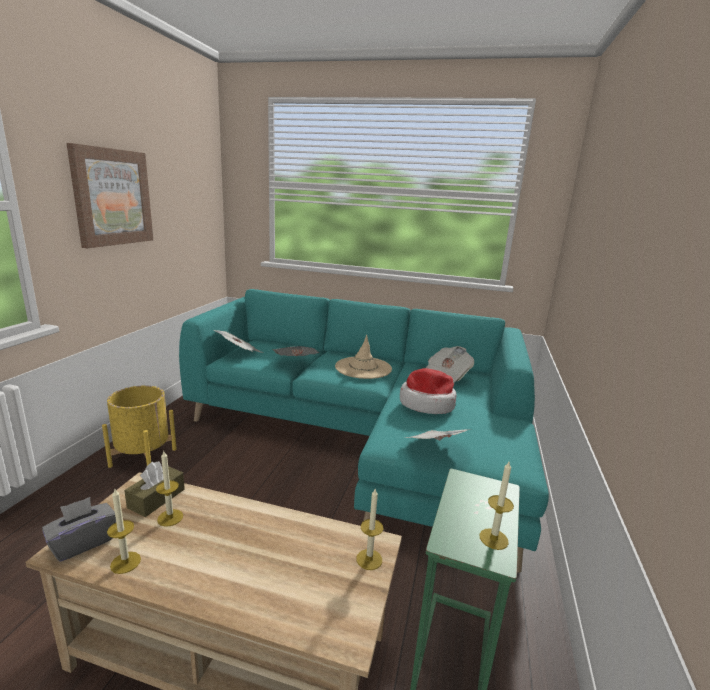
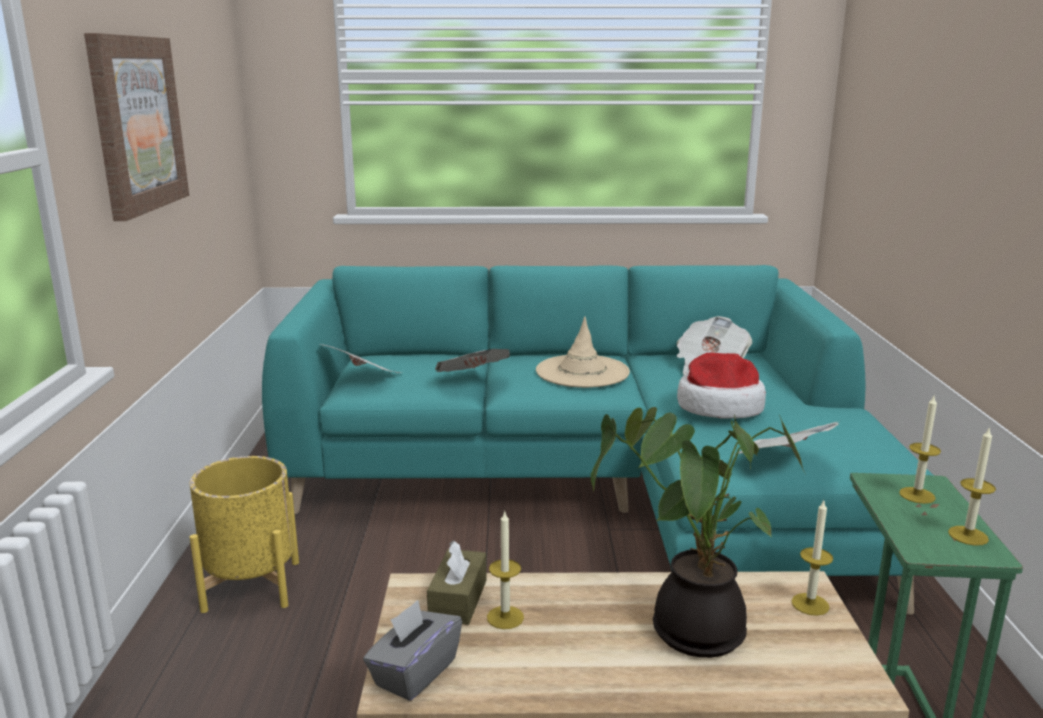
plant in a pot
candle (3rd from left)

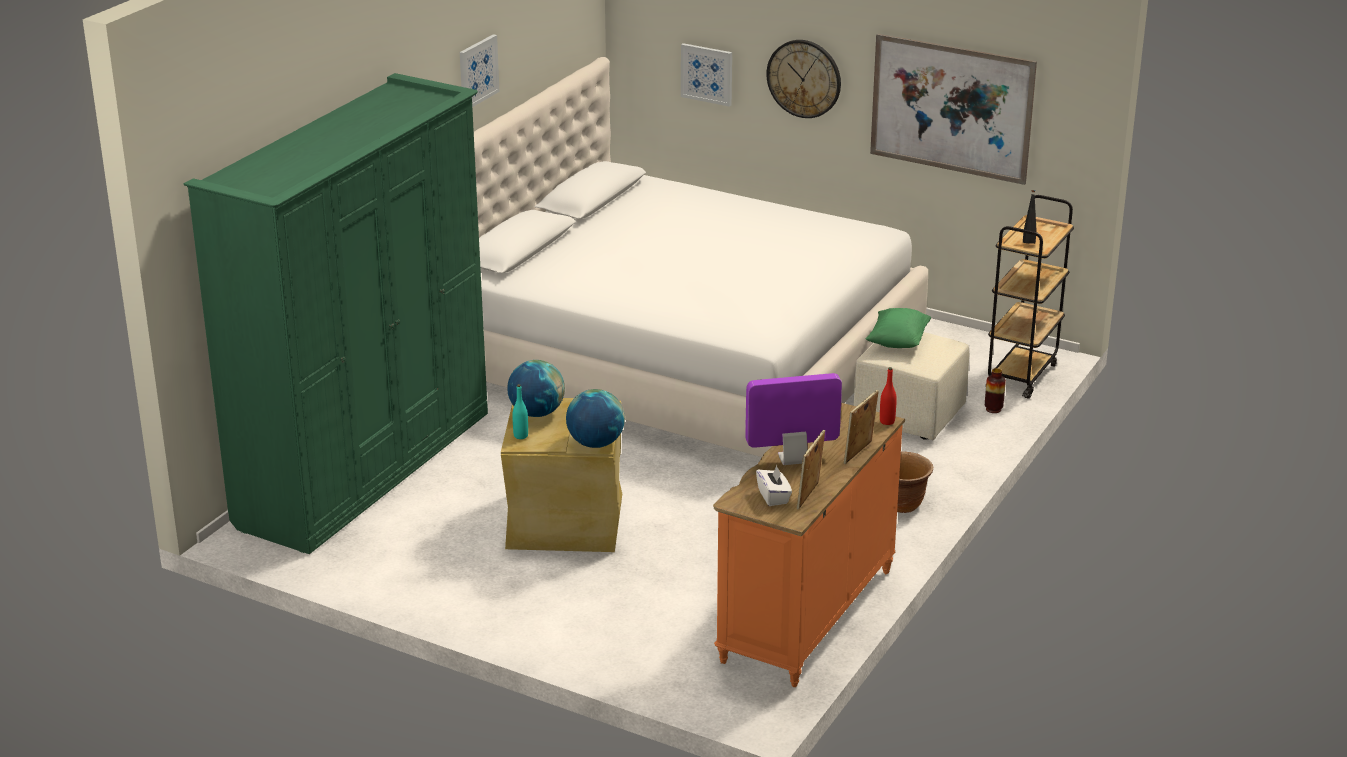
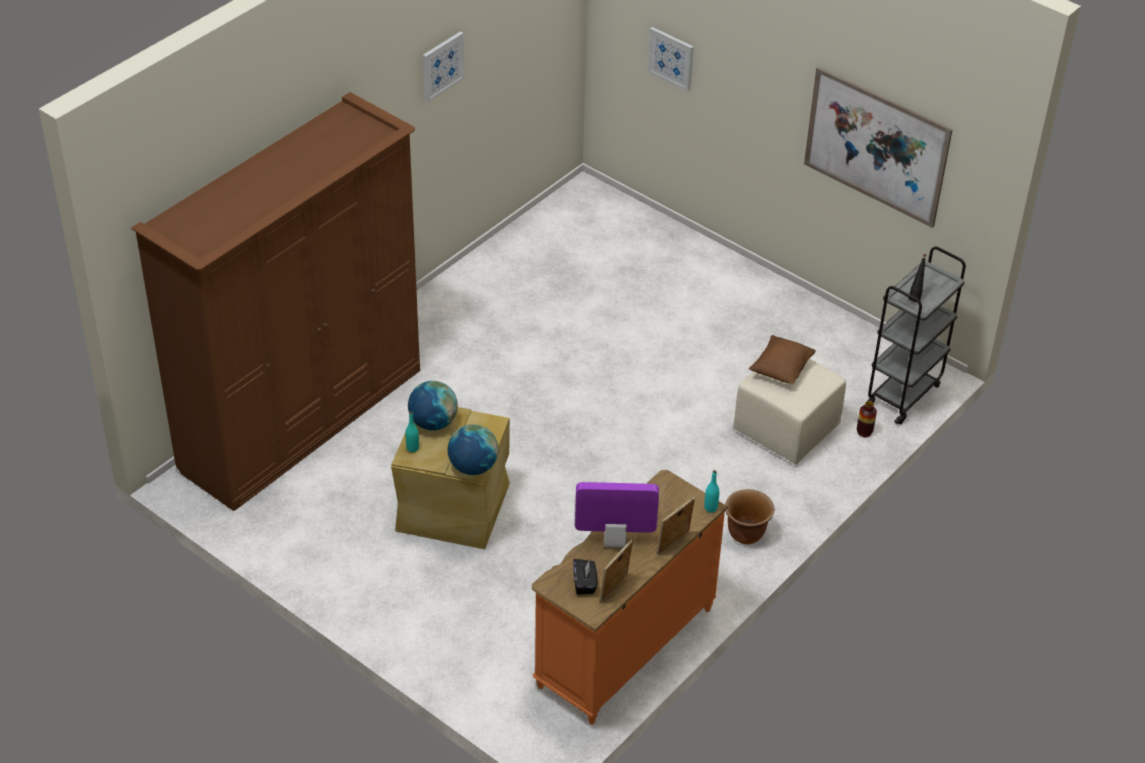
clothes cupboard in brown
tissue holder in blackish
drink bottle in turquoise (2nd from left)
pillow in brown
trolley in greyish
bedroom bed in whitish
wall clock

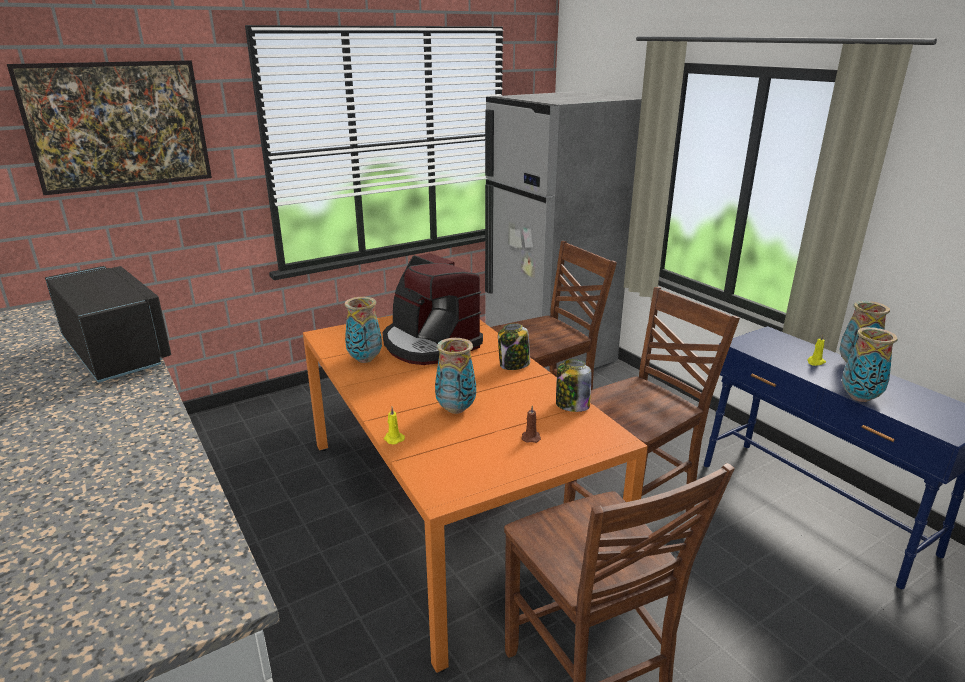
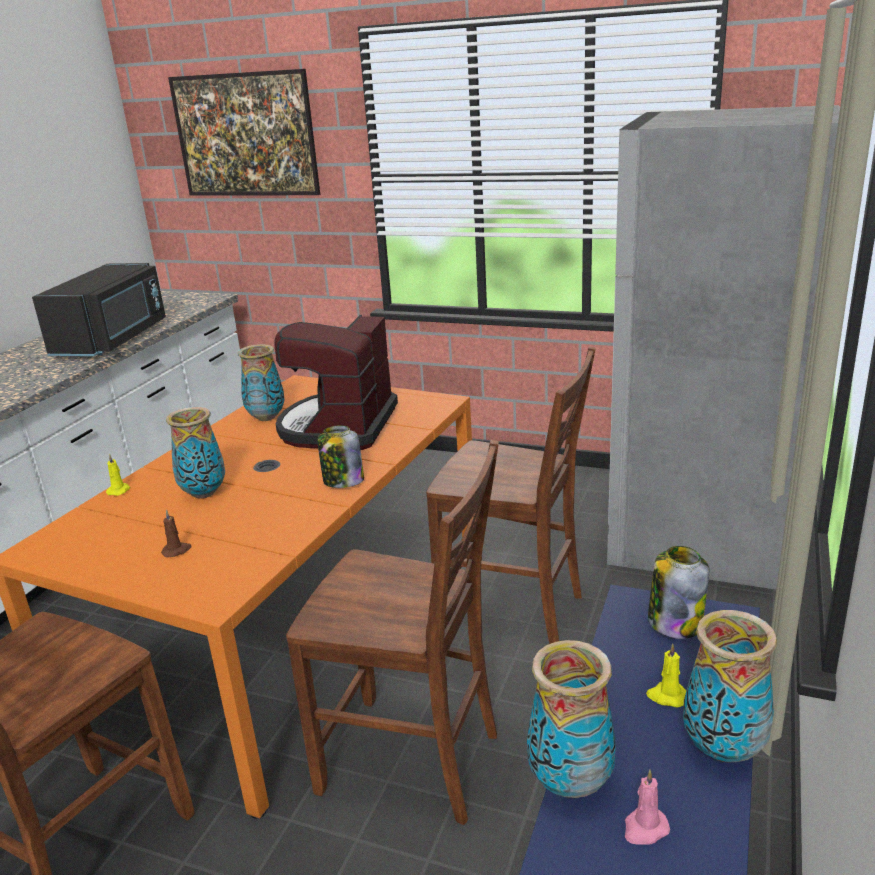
candle in pink
preserve jar (2nd from left)

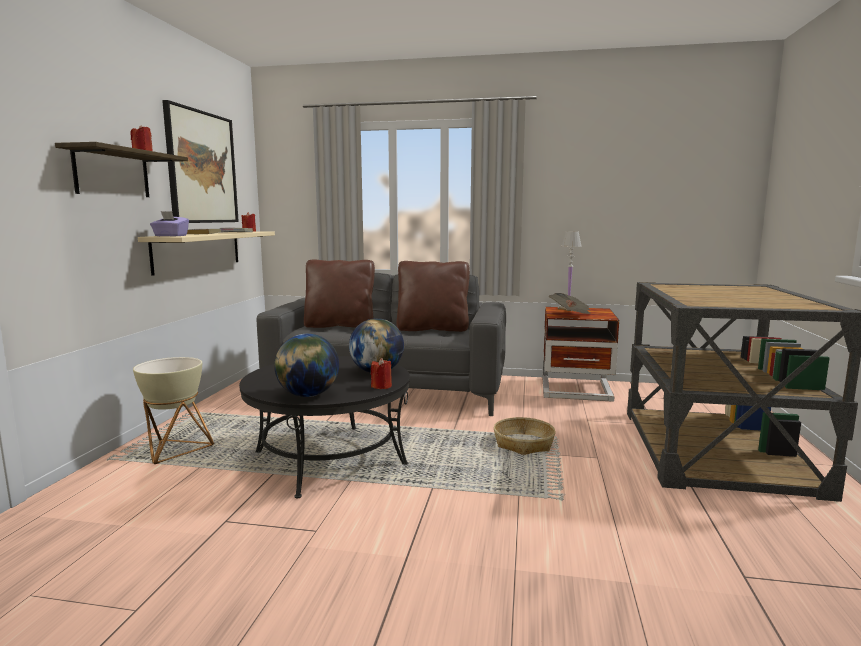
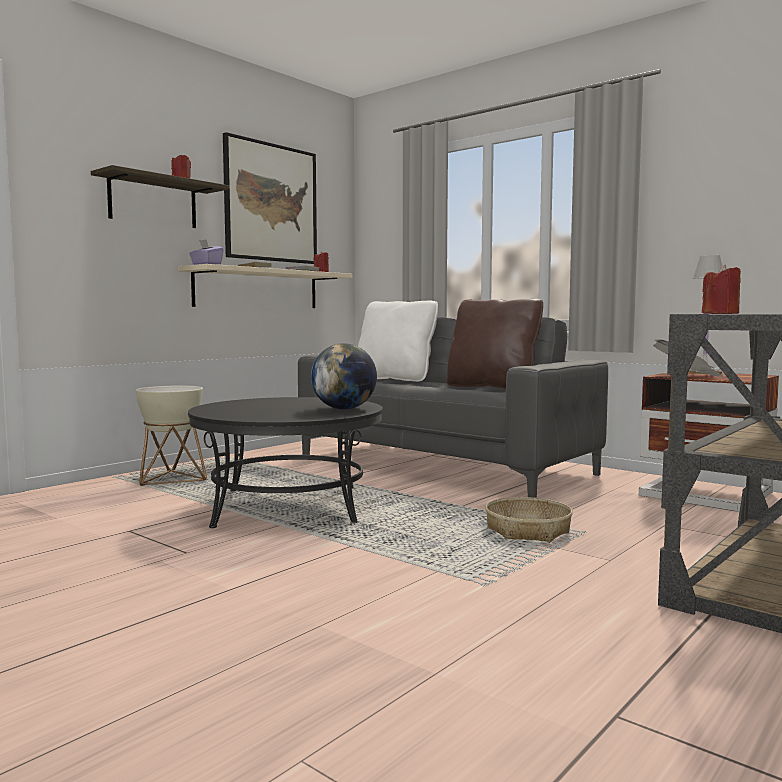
pillow in whitish
candle in red-coloured (3rd from left)
desk globe (1st from left in the first image)

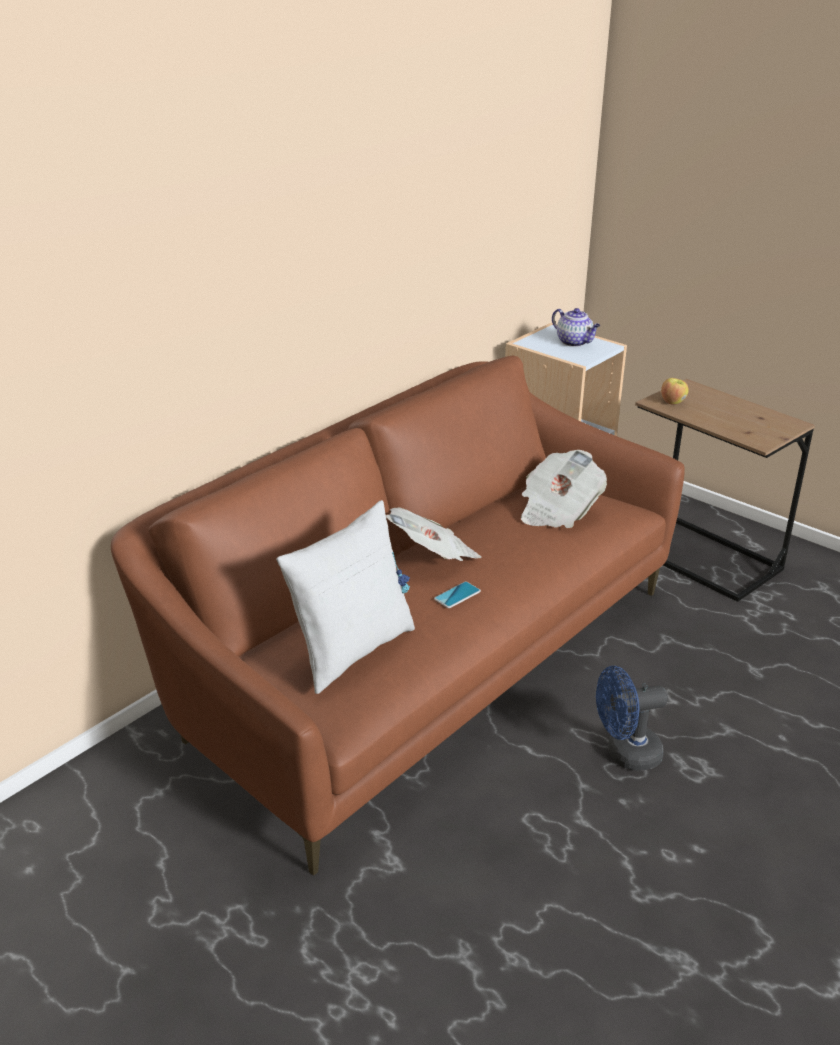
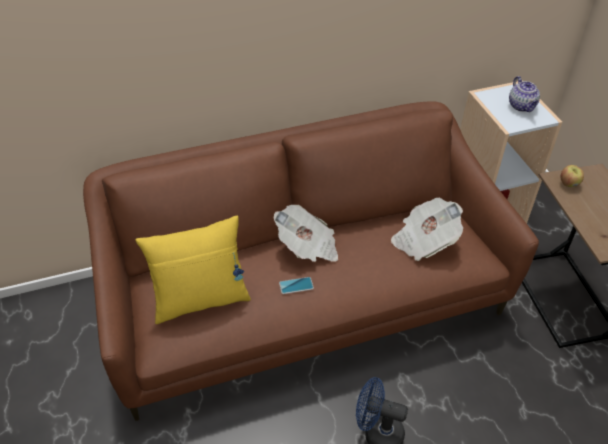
pillow in yellow

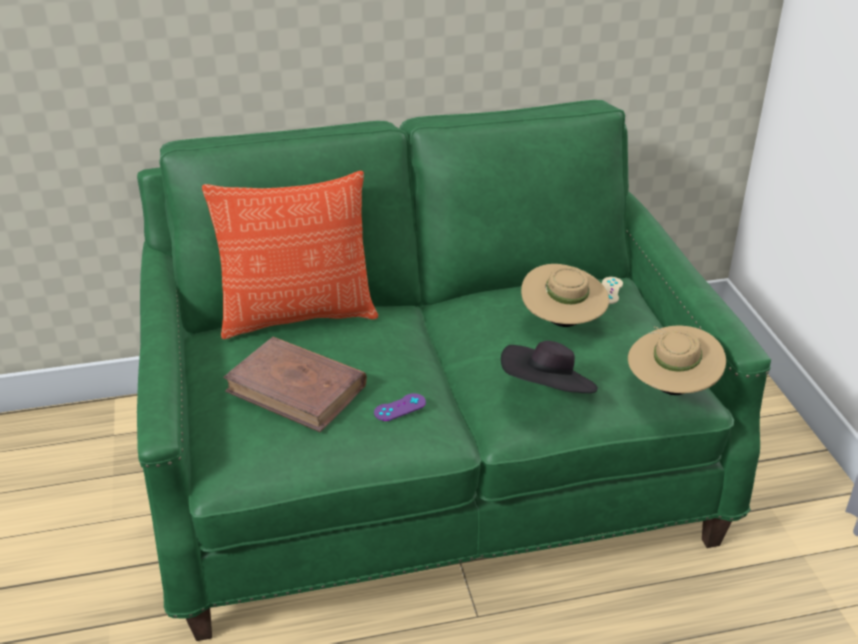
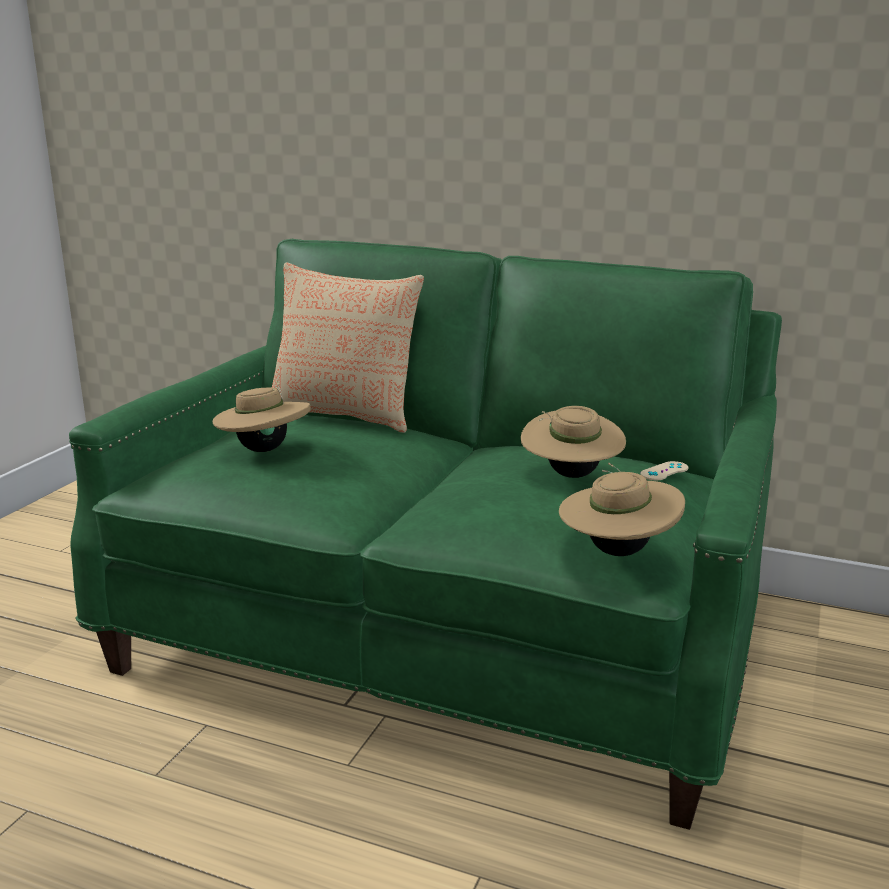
hat in beige-coloured (1st from left)
pillow in beige-coloured
joypad in purplish
hat in blackish

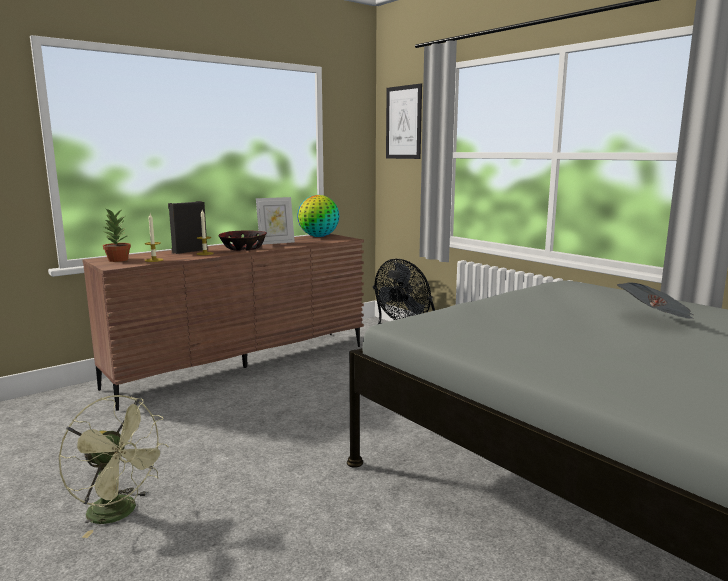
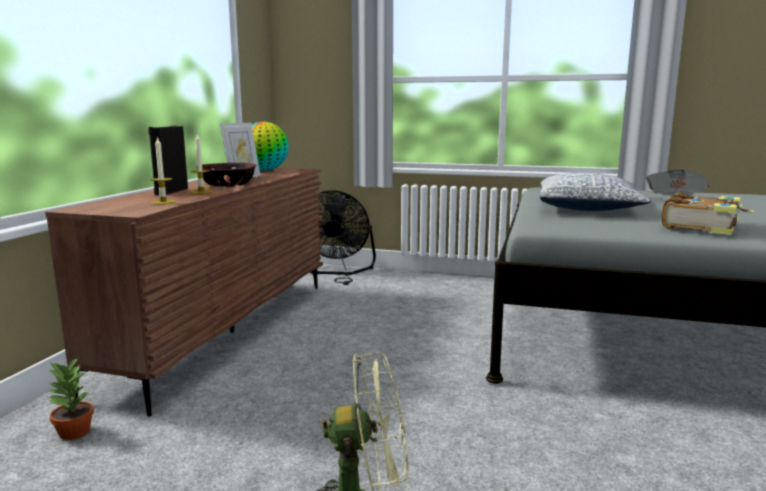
plant in a pot
pillow
volume
picture

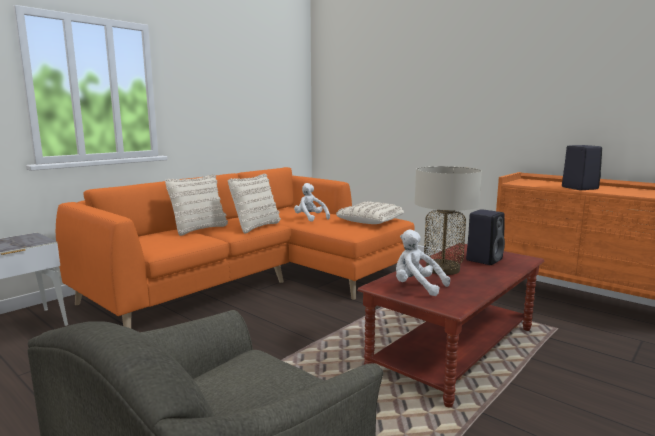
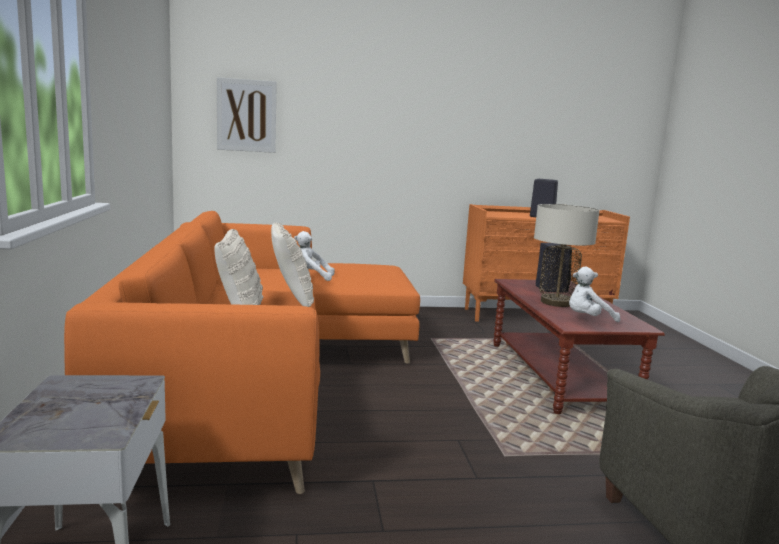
picture
pillow in beige-coloured (3rd from left in the first image)

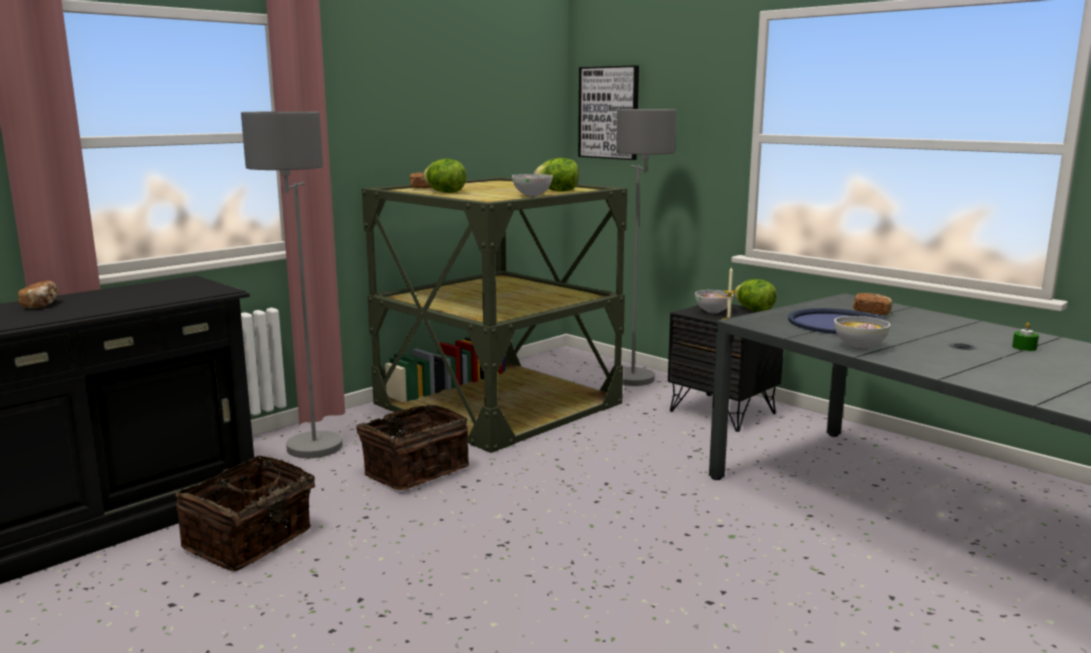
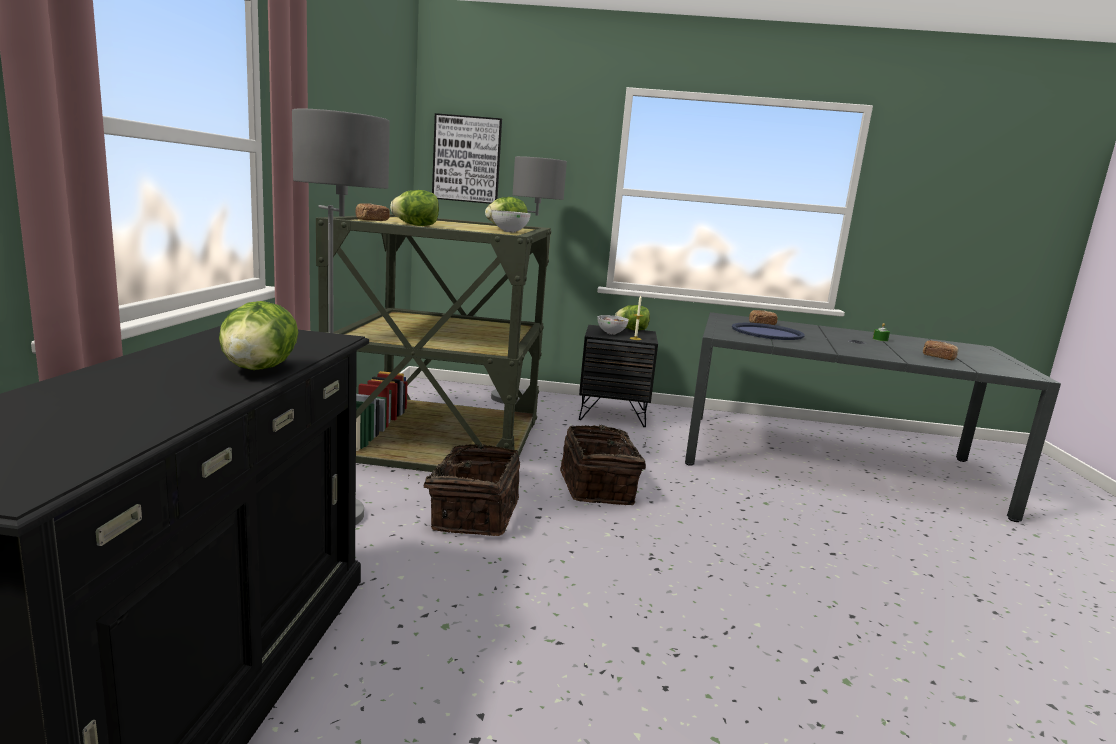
lettuce (1st from left)
basket (2nd from left)
bread (3rd from left)
bowl (3rd from left in the first image)

